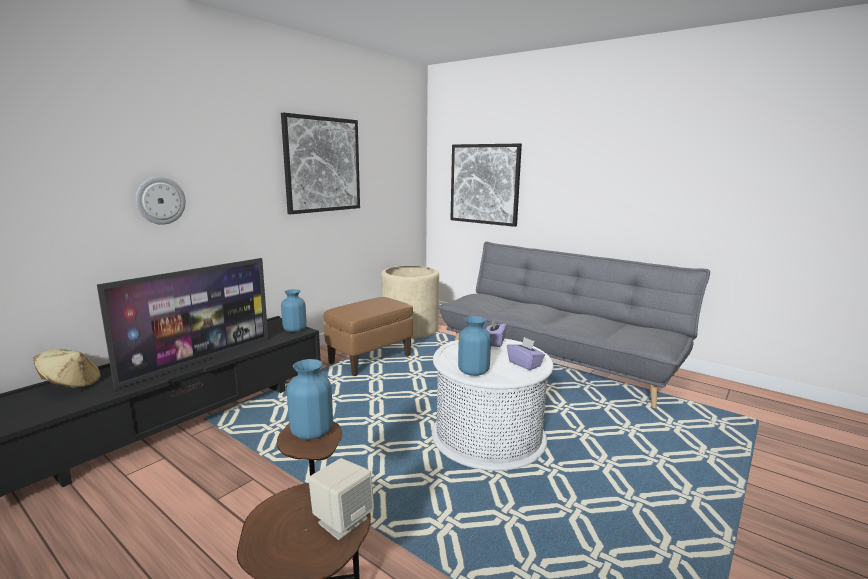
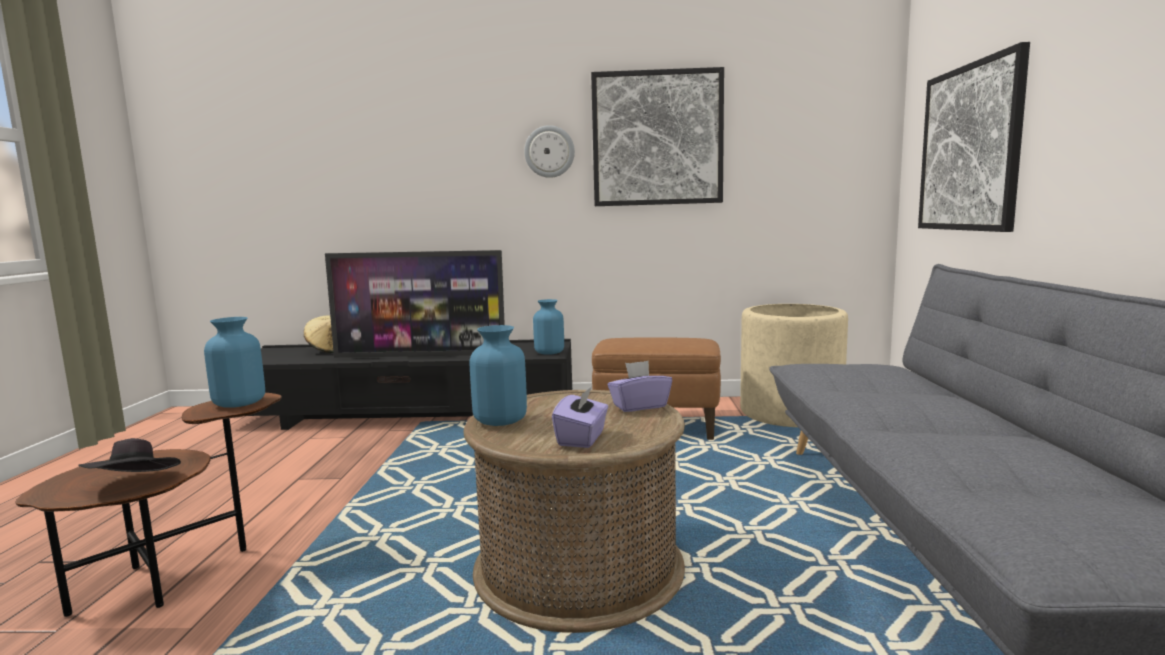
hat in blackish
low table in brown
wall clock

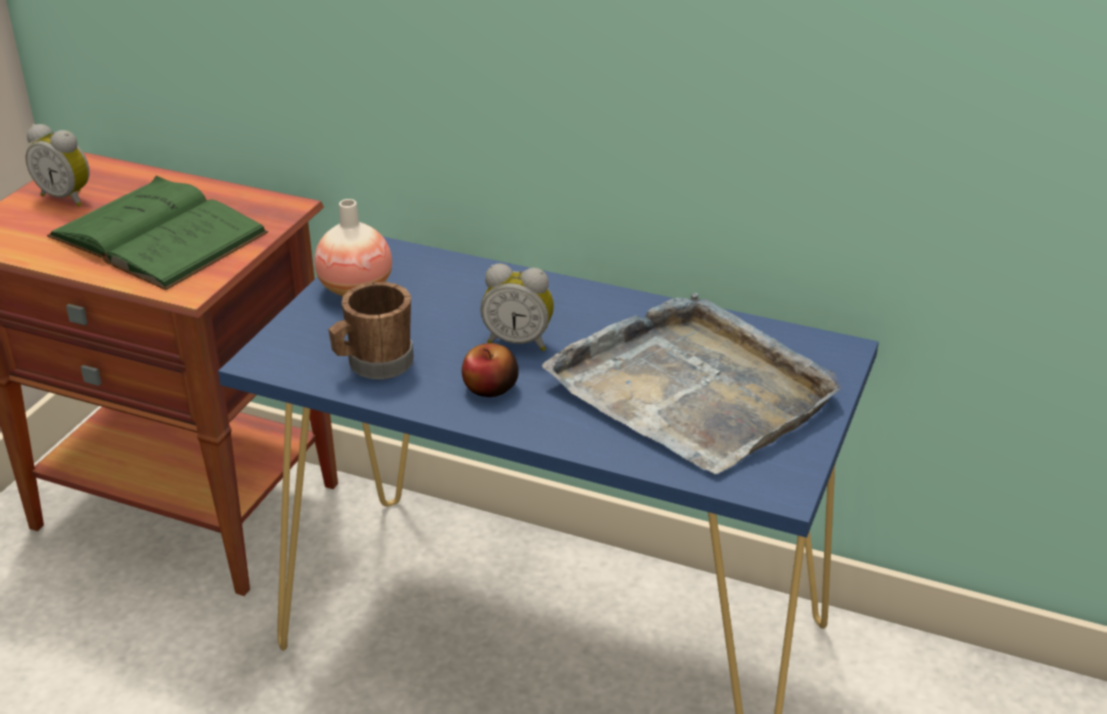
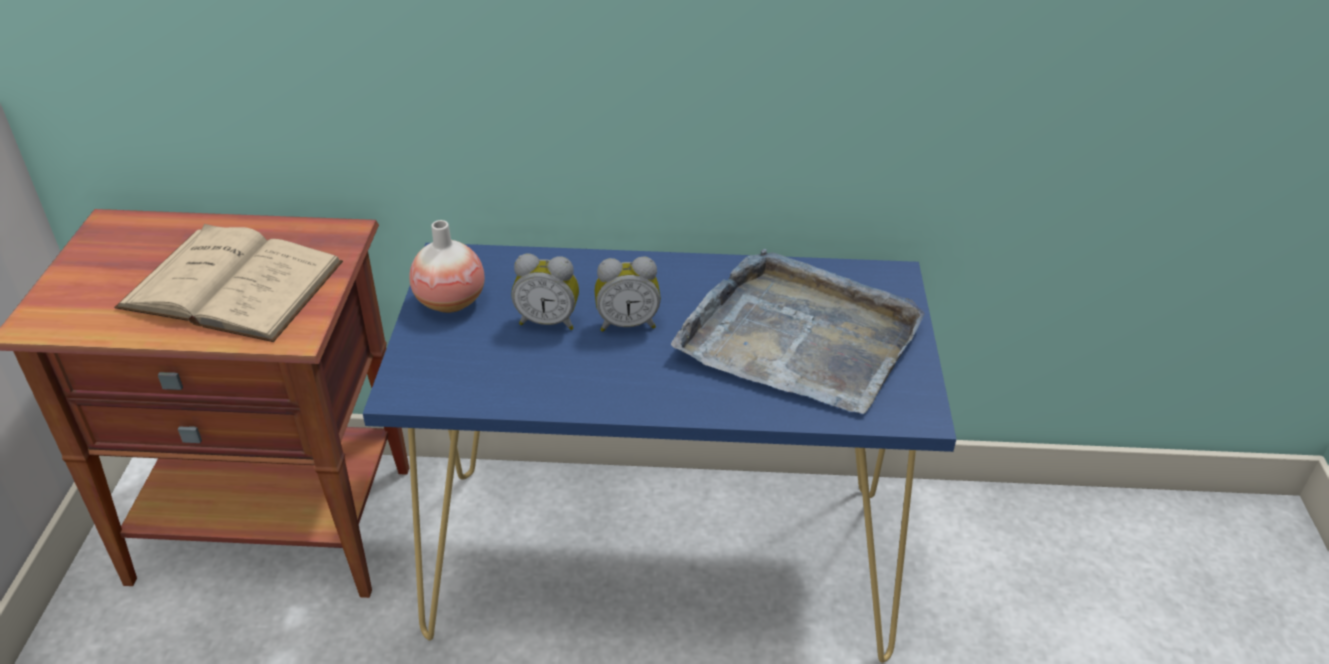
volume in beige-coloured
alarm clock (1st from left)
mug in brown
apple

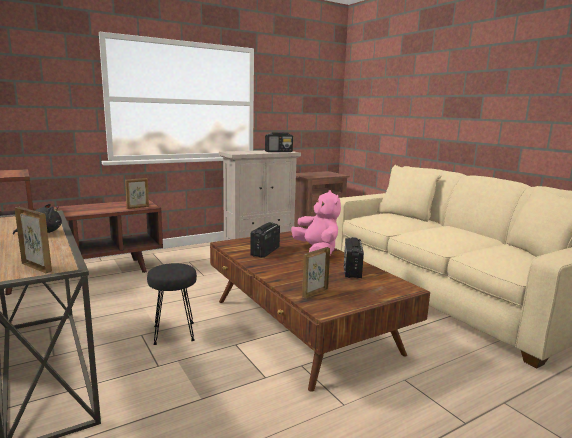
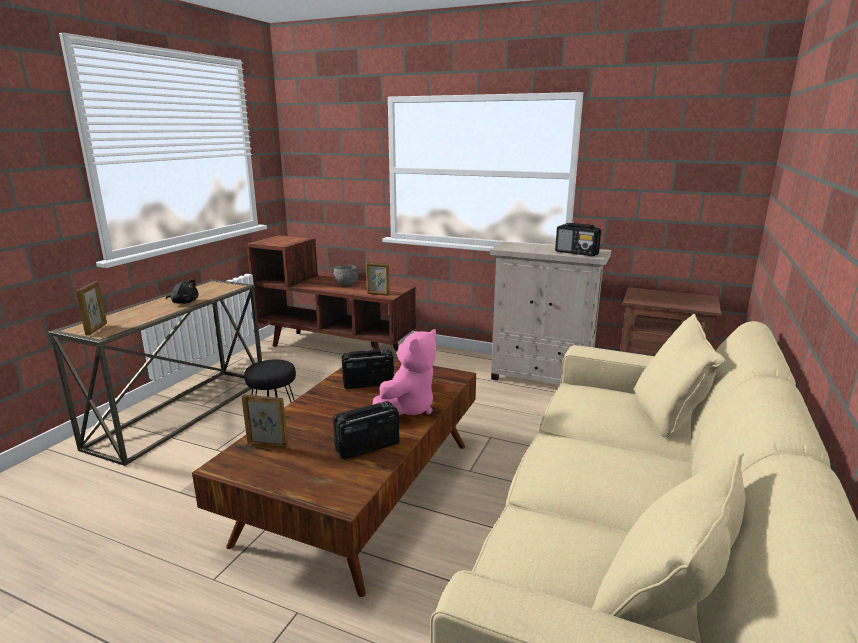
bowl in greyish

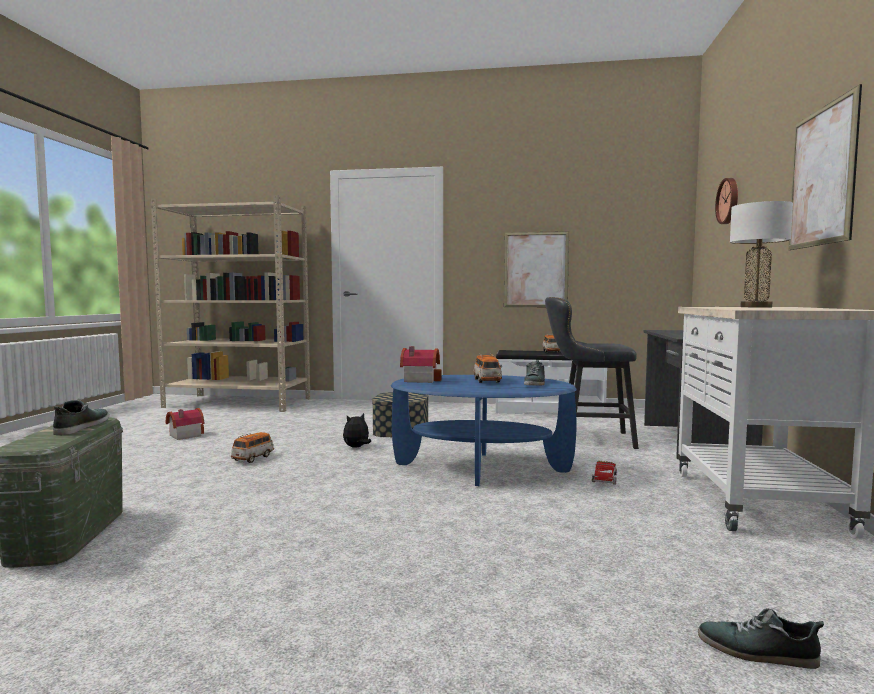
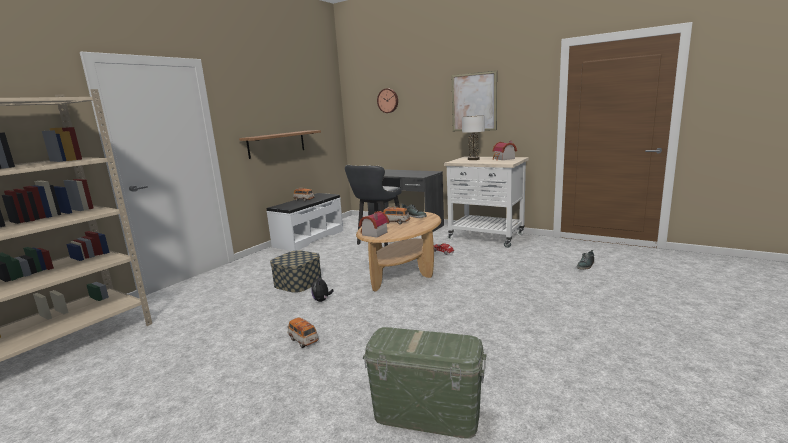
shelf
low table in brown
model house (2nd from left)
low shoe (1st from left in the first image)

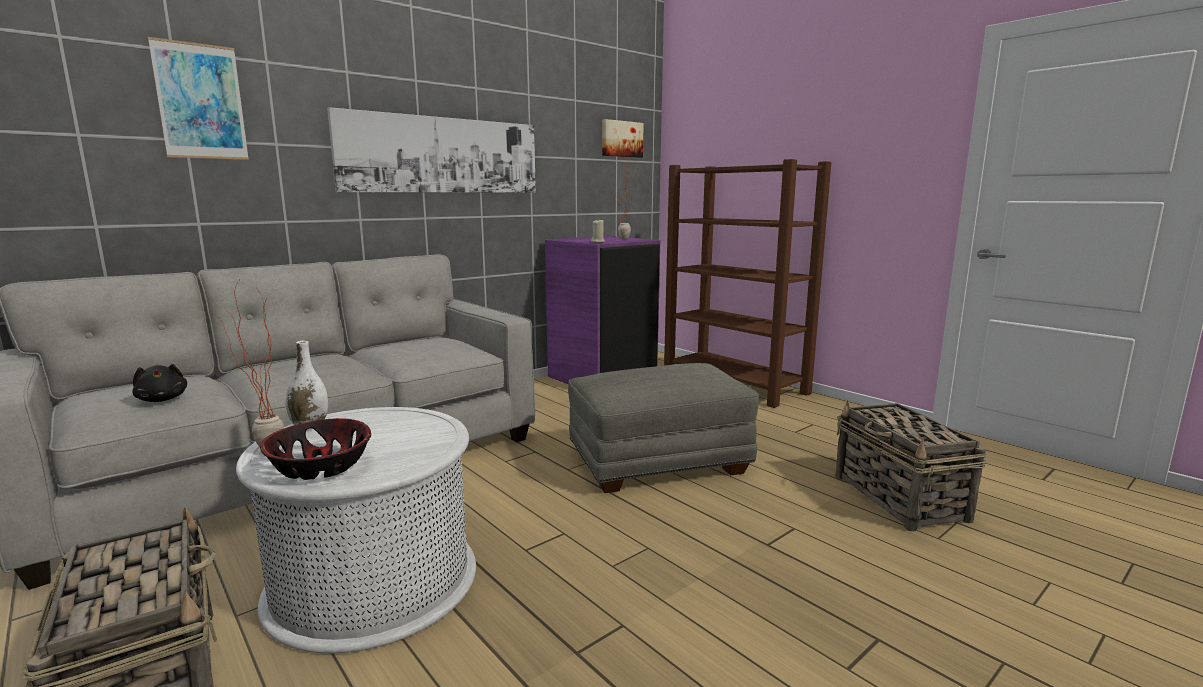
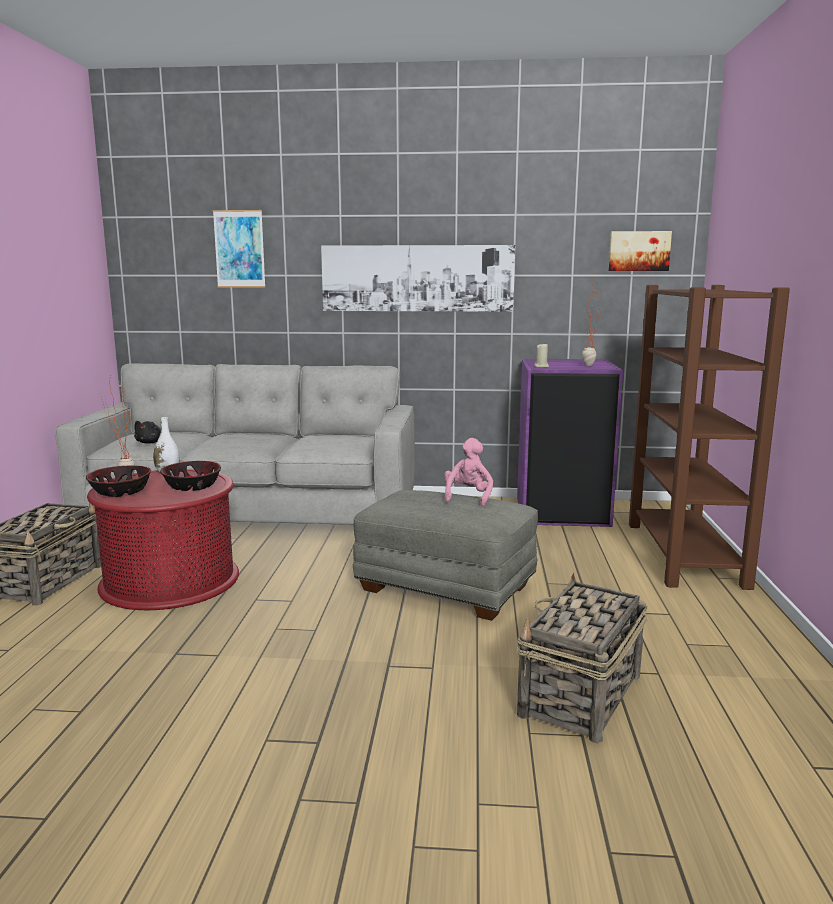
low table in red-coloured
bowl (2nd from left)
plush toy in pink

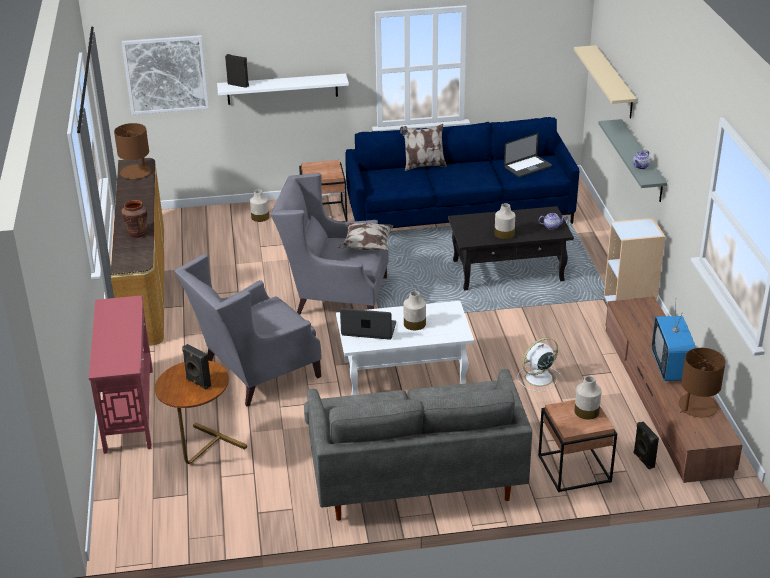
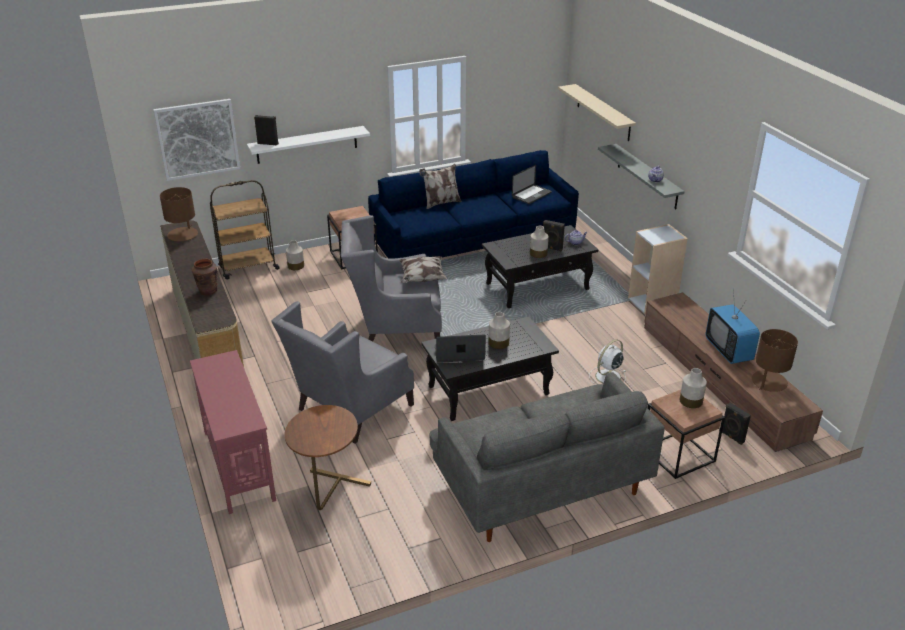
trolley in brown
low table in blackish (1st from left)
audio speaker in blackish (2nd from left)

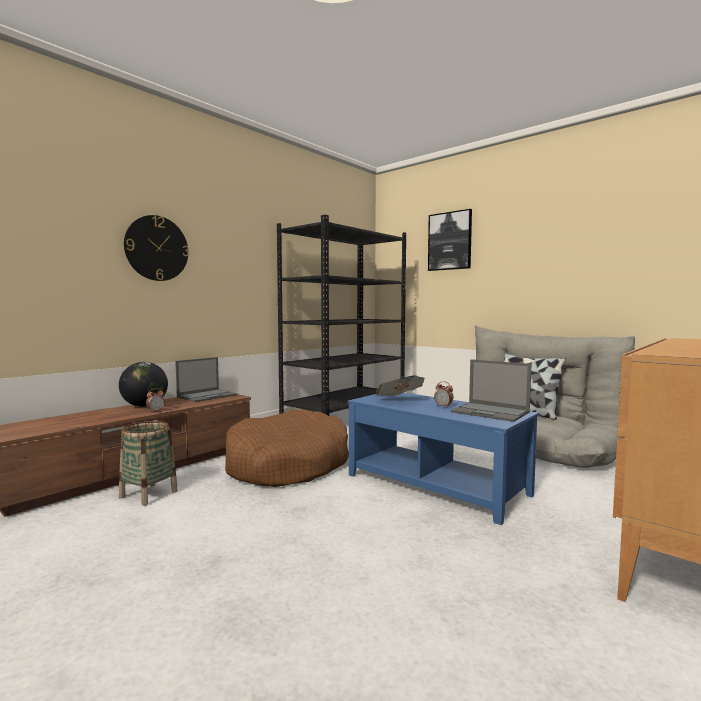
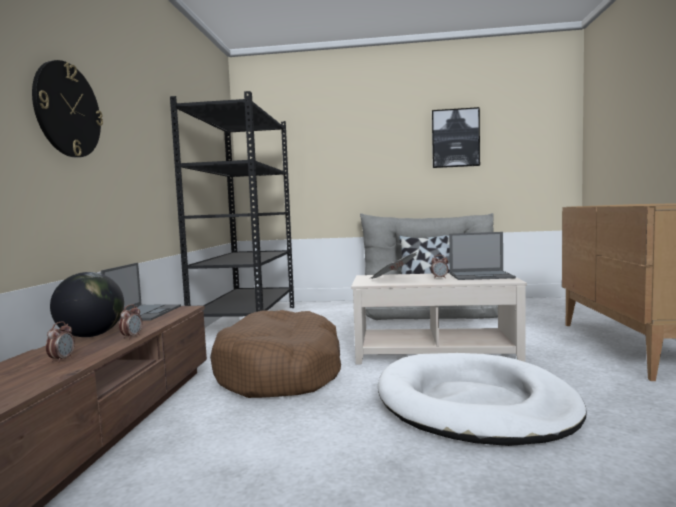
alarm clock (1st from left)
low table in beige-coloured
dog bed in whitish
picture
basket

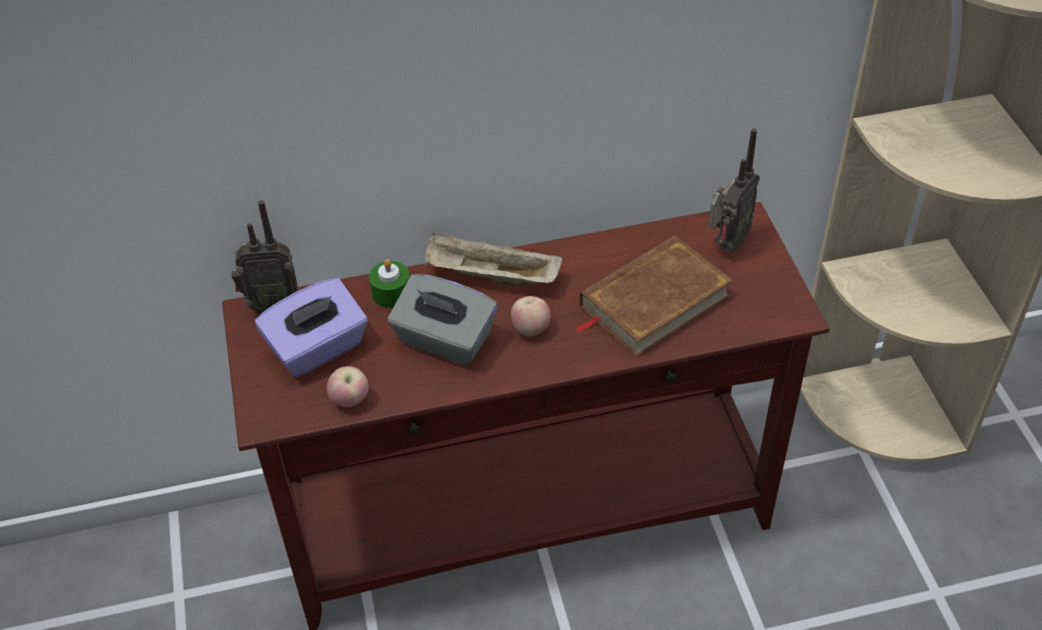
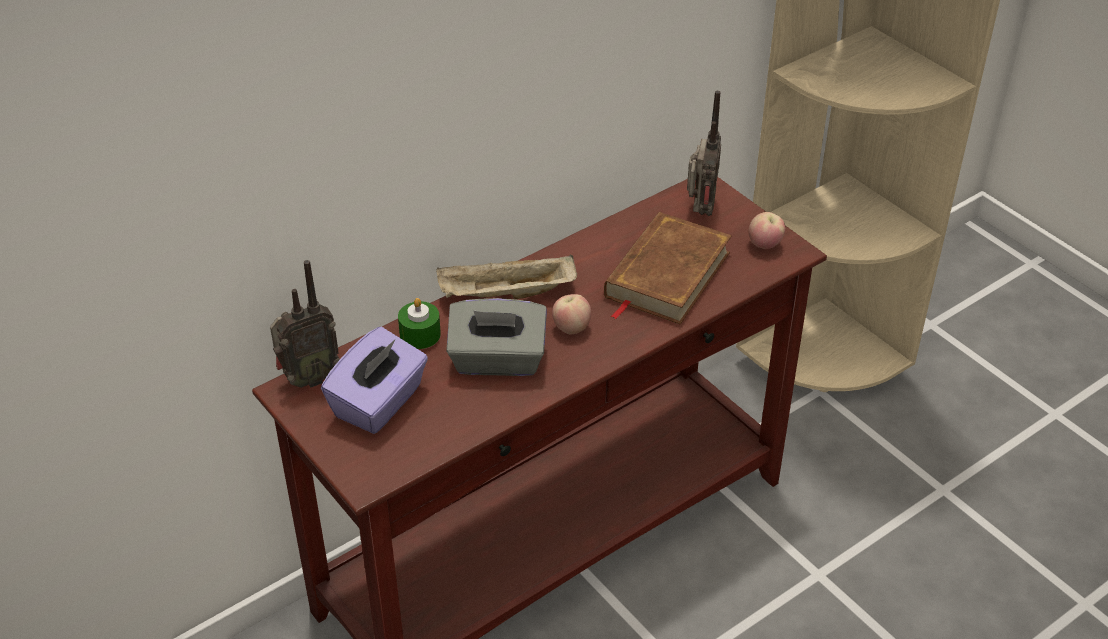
apple (2nd from left)

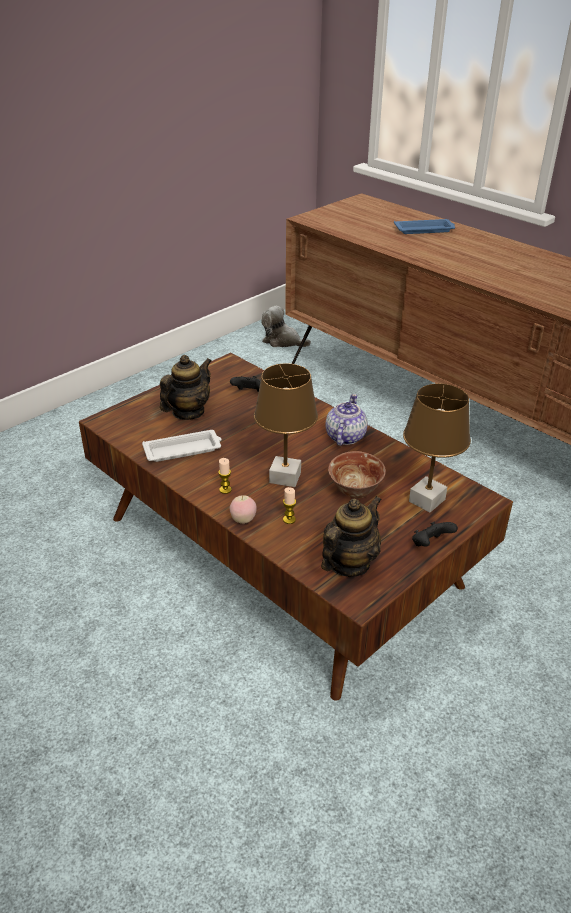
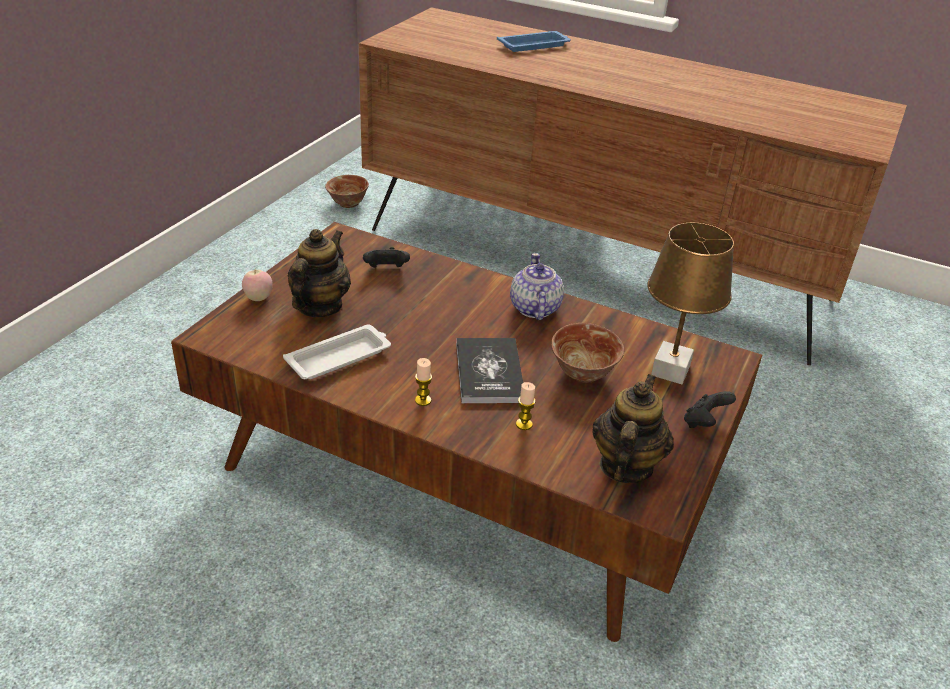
apple
bowl (1st from left)
volume

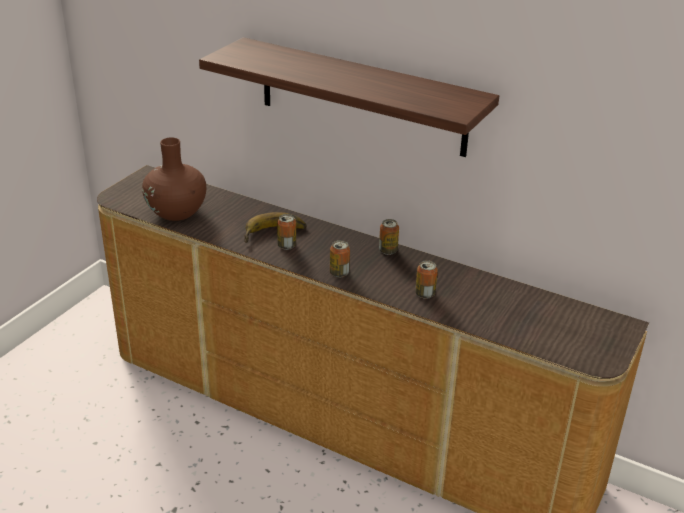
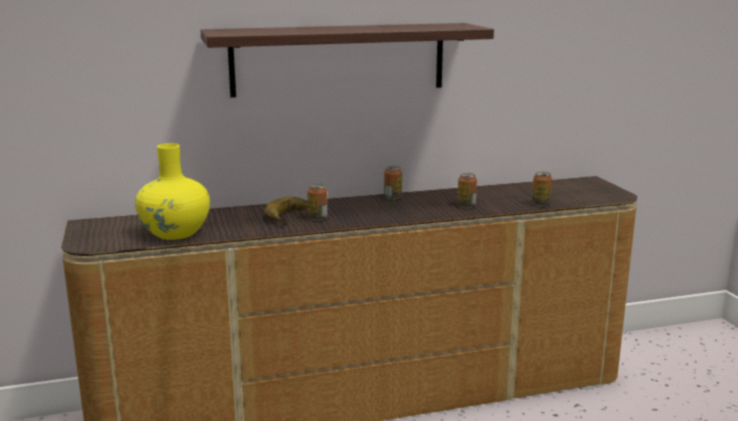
decorative vase in yellow
can (4th from left)

